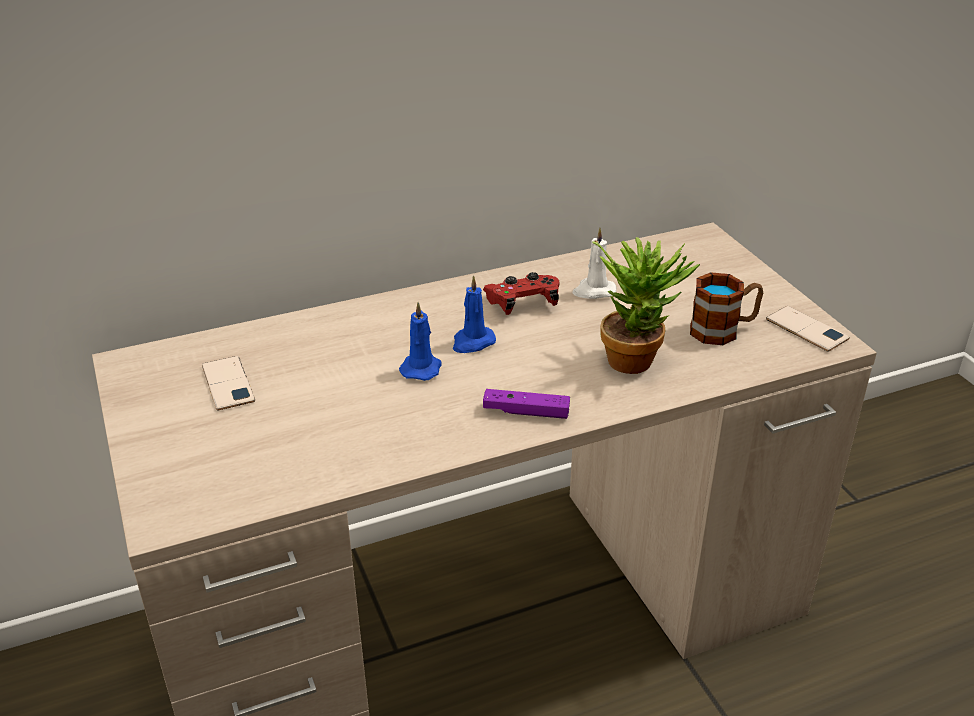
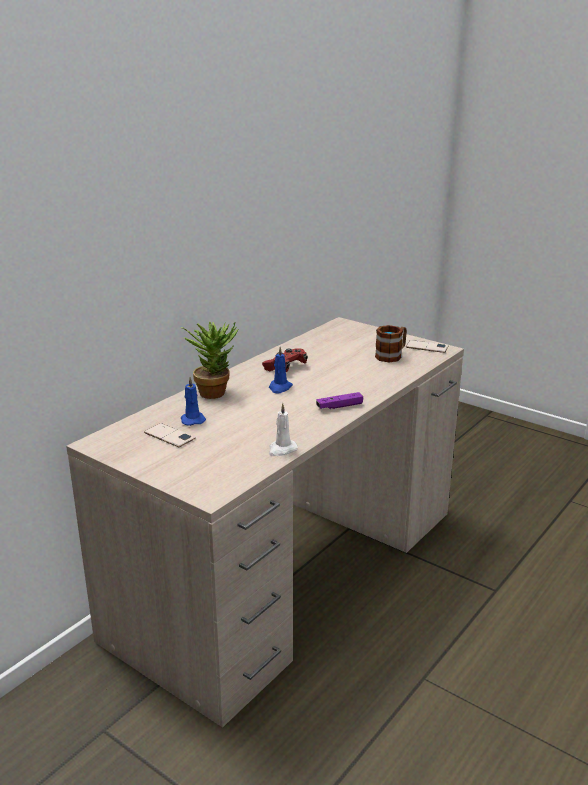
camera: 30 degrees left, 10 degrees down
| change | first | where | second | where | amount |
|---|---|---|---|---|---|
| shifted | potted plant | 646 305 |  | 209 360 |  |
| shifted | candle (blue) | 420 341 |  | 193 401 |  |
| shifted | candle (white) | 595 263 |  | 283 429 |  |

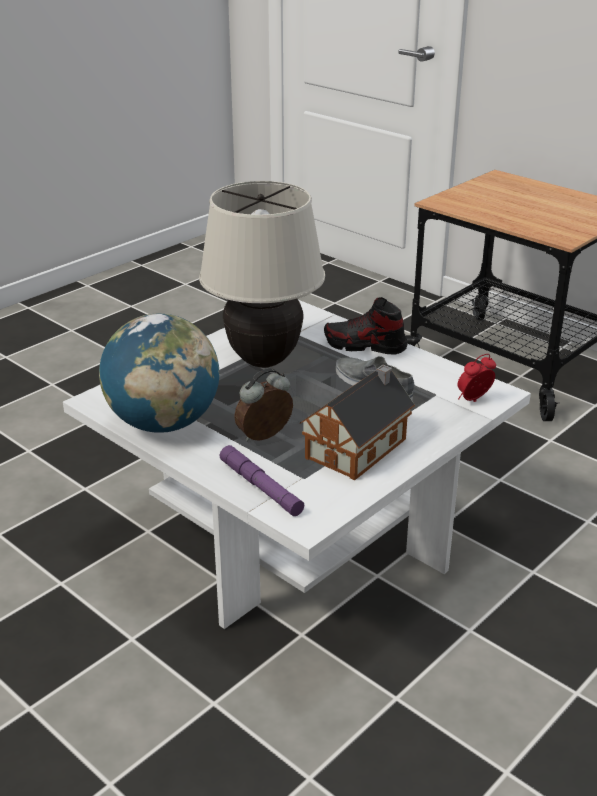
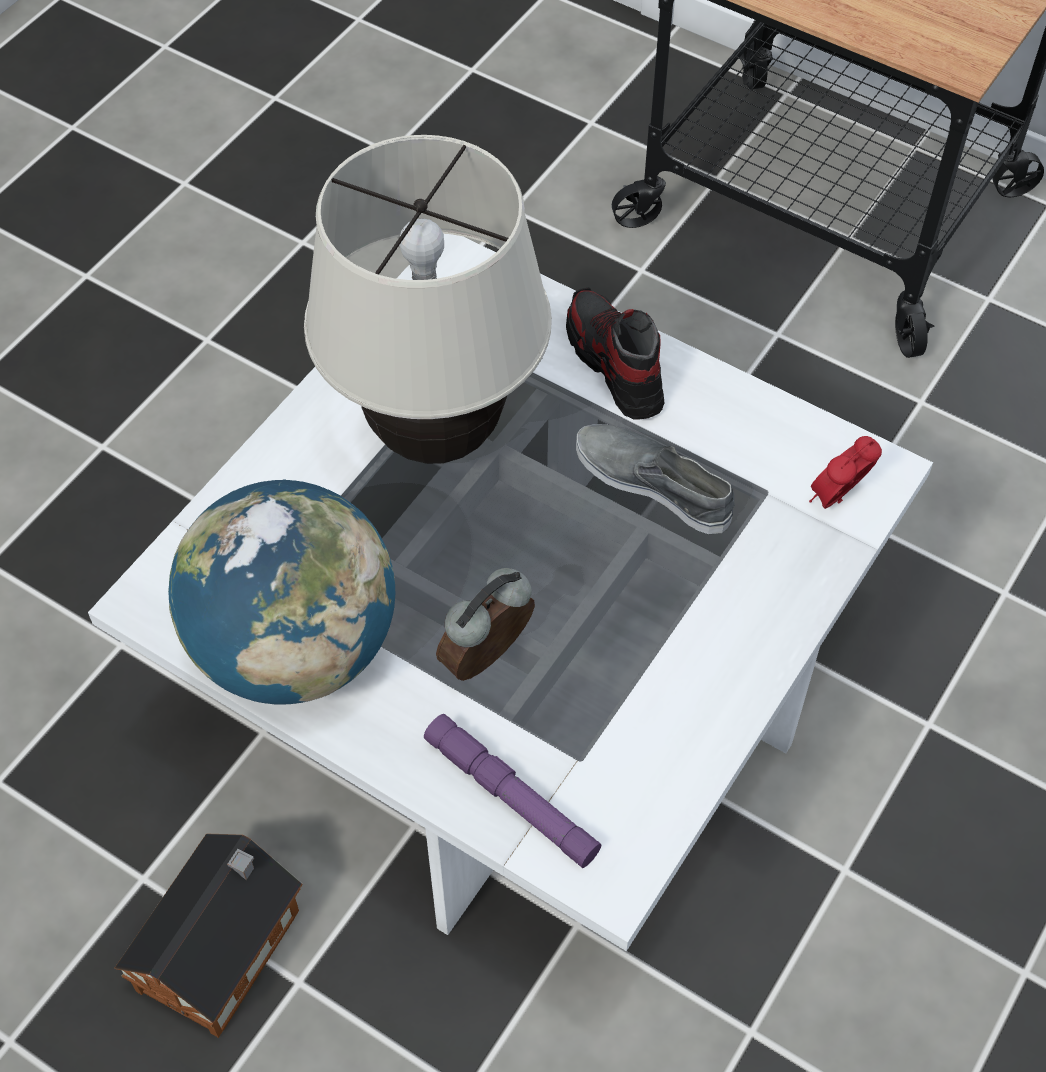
camera: 10 degrees left, 25 degrees up
| change | first | where | second | where | amount |
|---|---|---|---|---|---|
| shifted | toy house | 357 422 |  | 209 935 |  |
| rotated | shoe | 365 326 |  | 615 353 | 60 degrees clockwise |

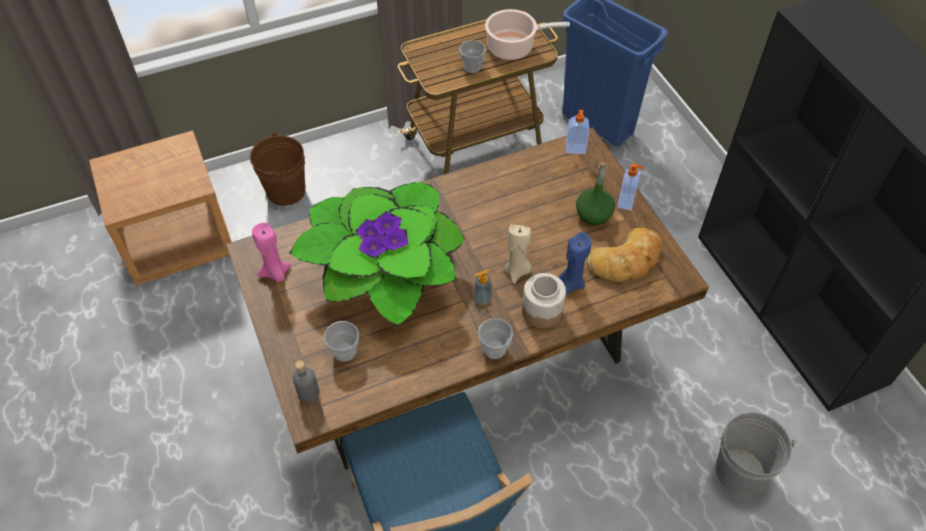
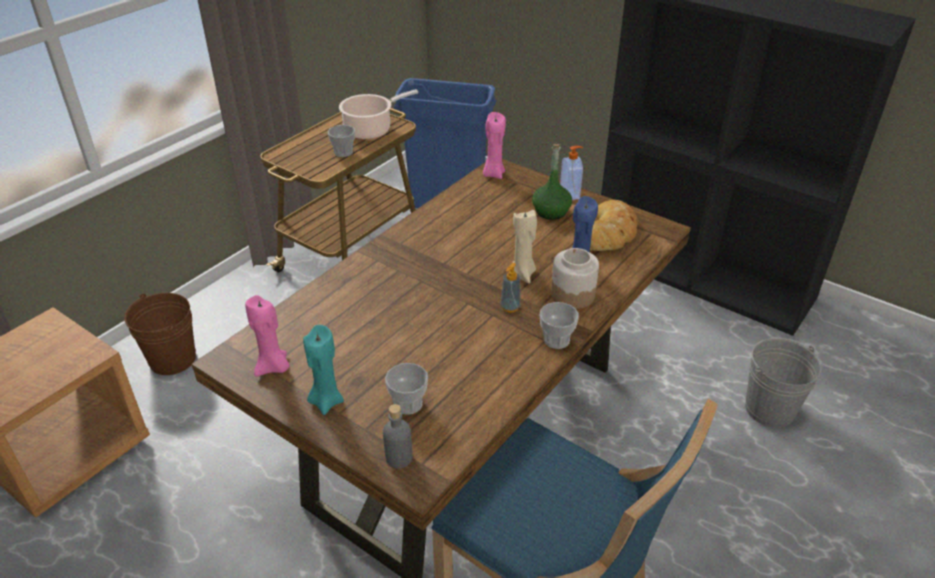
camera: 30 degrees left, 15 degrees down
| change | first | where | second | where | amount |
|---|---|---|---|---|---|
| new |  |  | candle (turquoise) | 323 370 |  |
| swapped | soap dispenser | 577 132 | candle (pink) | 494 145 |  |
| gone | potted plant | 377 254 |  |  |  |

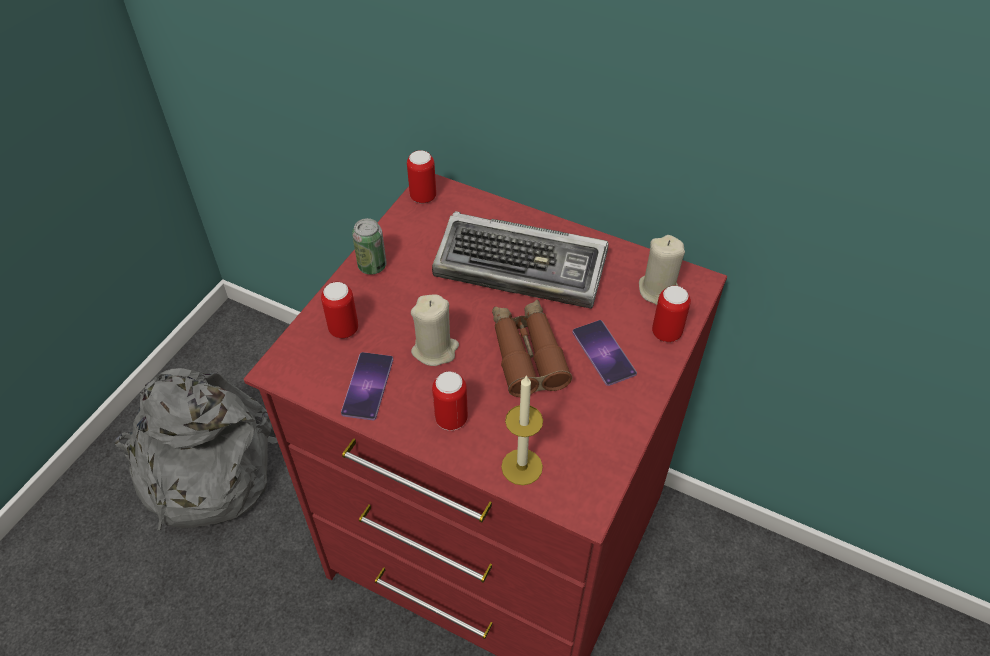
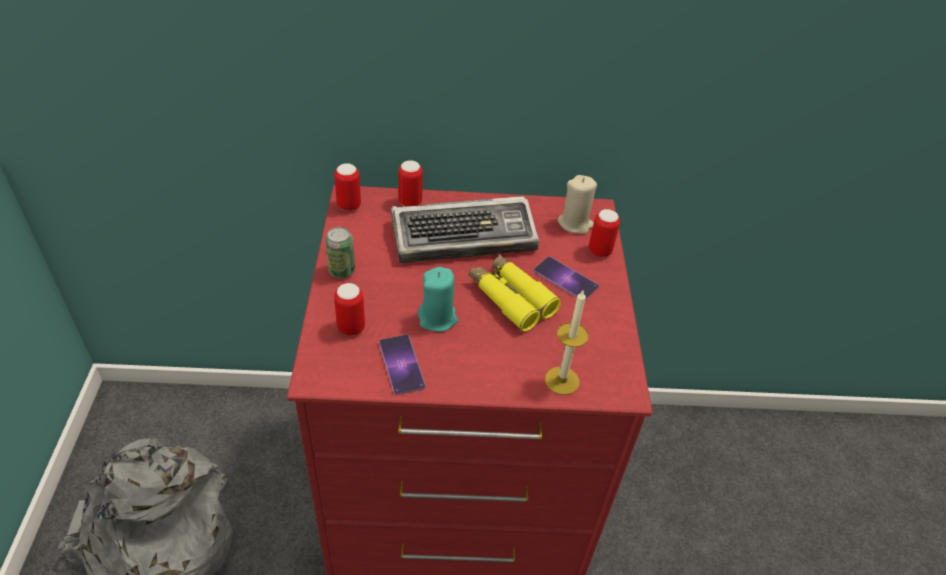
camera: 30 degrees left, 5 degrees down
| change | first | where | second | where | amount |
|---|---|---|---|---|---|
| shifted | can | 450 401 |  | 410 183 |  |
| repainted | candle (beige) | 435 330 | candle (turquoise) | 438 299 |  |
| repainted | binoculars (brown) | 532 348 | binoculars (yellow) | 515 293 |  |

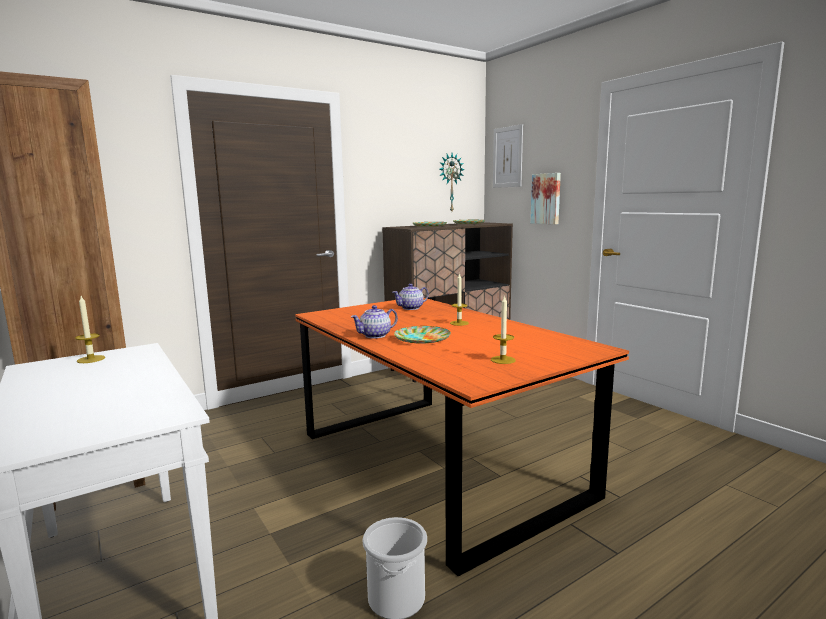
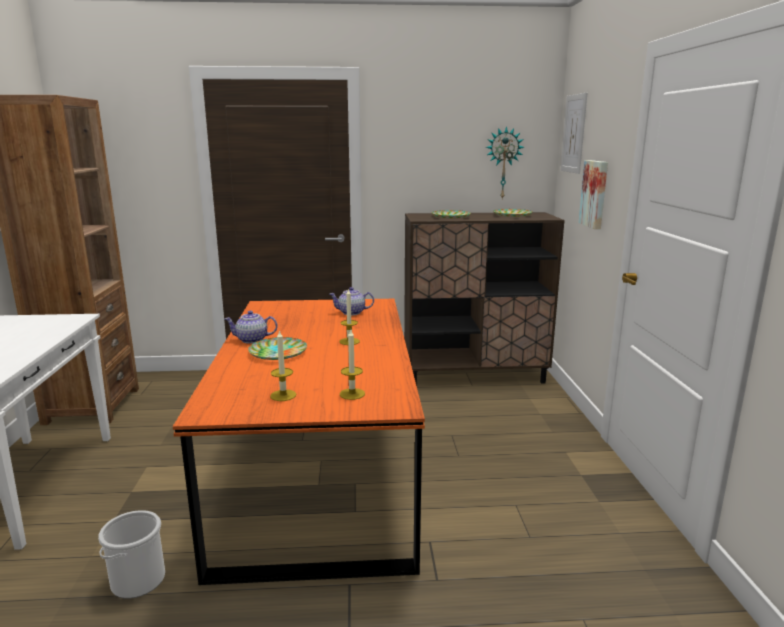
camera: 30 degrees right, 5 degrees up
| change | first | where | second | where | amount |
|---|---|---|---|---|---|
| shifted | candle | 90 329 |  | 352 365 |  |

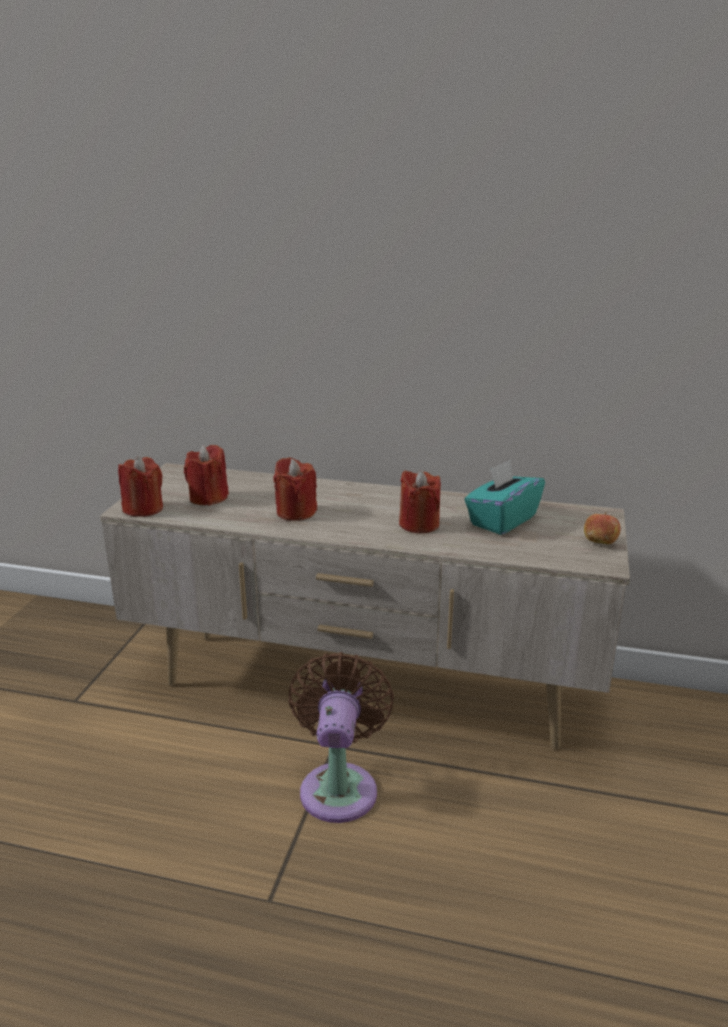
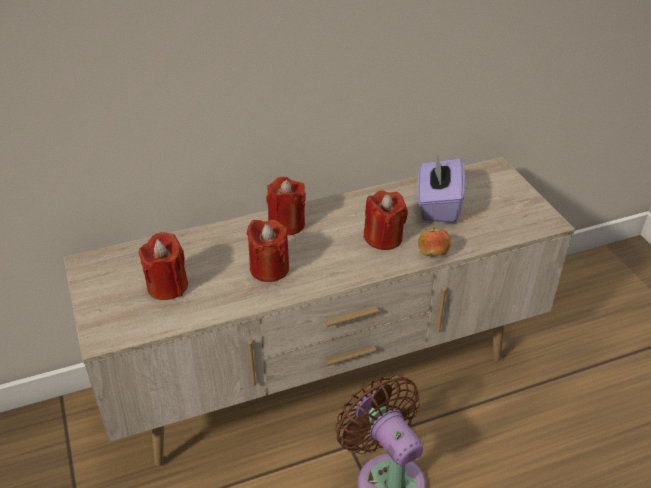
camera: 35 degrees left, 15 degrees up
| change | first | where | second | where | amount |
|---|---|---|---|---|---|
| shifted | candle (red) | 140 486 |  | 286 206 |  |
| repainted | tissue box (turquoise) | 504 497 | tissue box (purple) | 441 188 |  |
| shifted | apple | 602 528 |  | 434 241 |  |

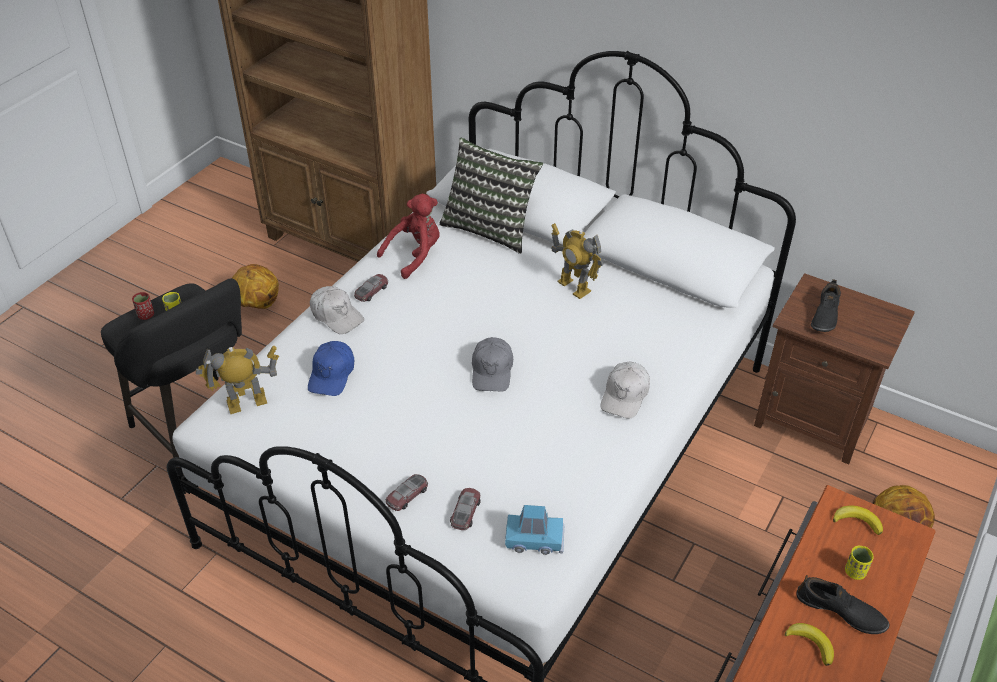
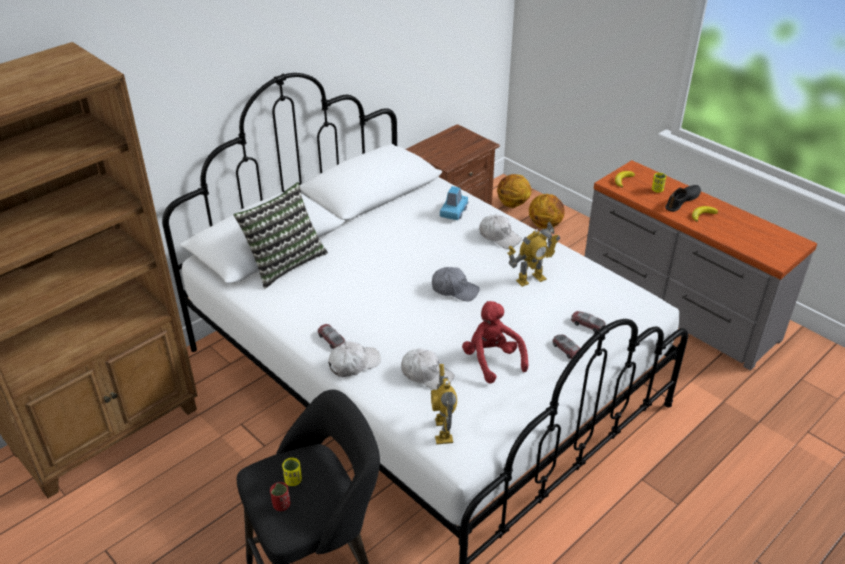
camera: 75 degrees left, 5 degrees down
| change | first | where | second | where | amount |
|---|---|---|---|---|---|
| repainted | cap (blue) | 331 368 | cap (white) | 427 369 |  |
| shifted | toy car (blue) | 534 530 |  | 454 203 |  |
| shifted | plush toy (red) | 408 236 |  | 495 342 |  |
| shifted | basketball | 255 286 |  | 514 191 |  |
| shifted | toy robot | 577 261 |  | 533 254 |  |
| gone | shoe (black) | 826 305 |  |  |  |

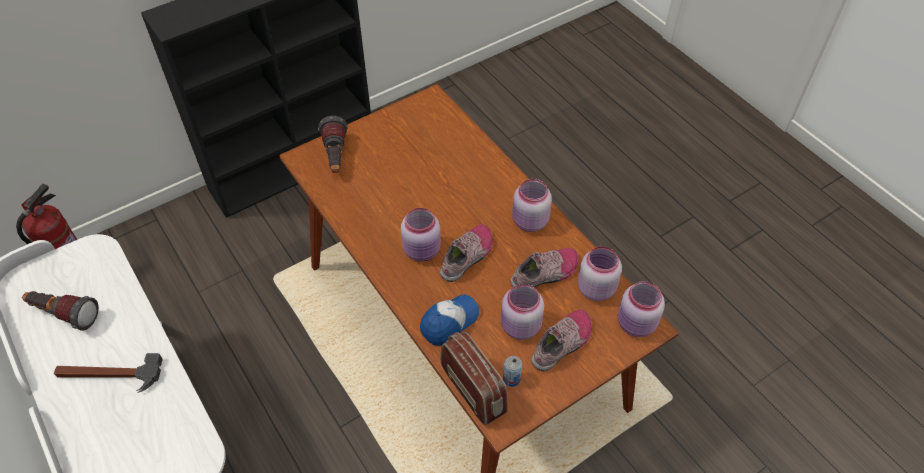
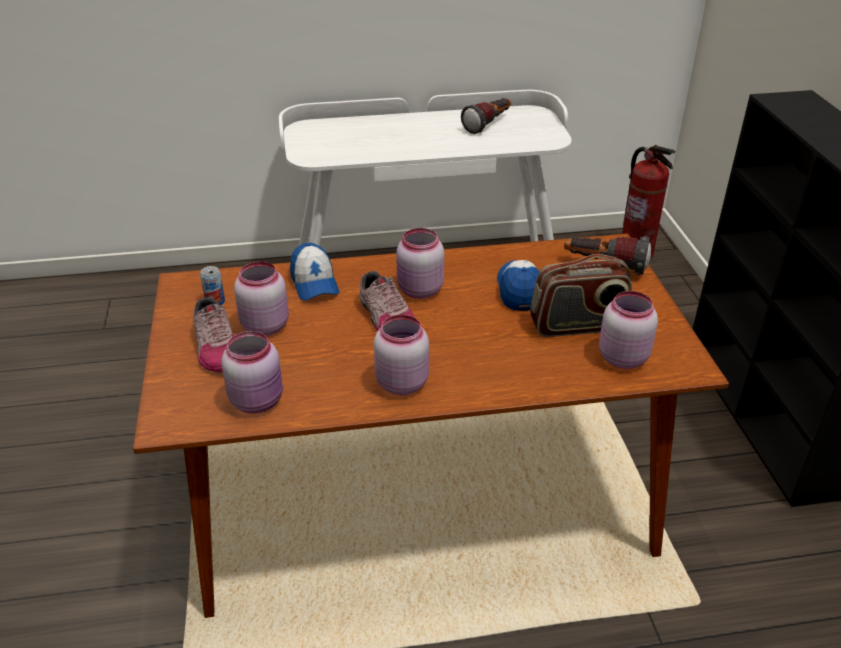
camera: 115 degrees right, 15 degrees down
| change | first | where | second | where | amount |
|---|---|---|---|---|---|
| new |  |  | cap | 518 285 |  |
| shifted | radio | 474 379 |  | 581 295 |  |
| shifted | jar (pink) | 641 309 |  | 628 330 |  |
| gone | hammer | 108 373 |  |  |  |
| gone | shoe | 544 268 |  |  |  |

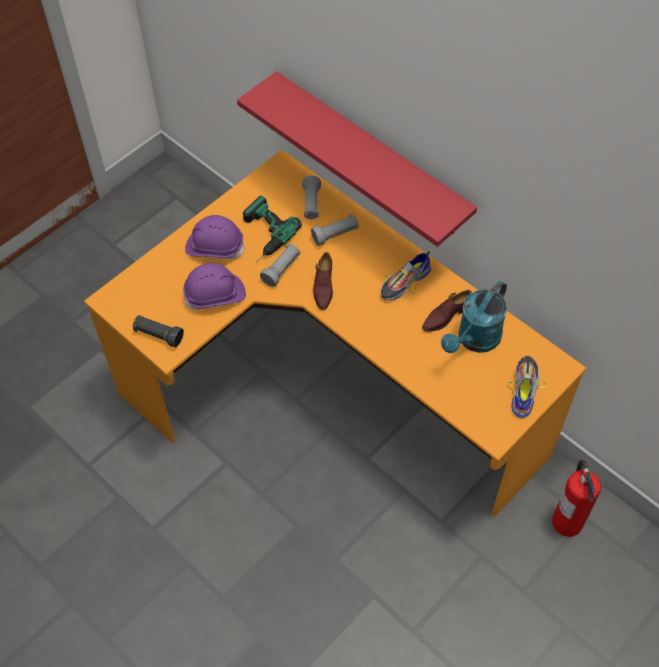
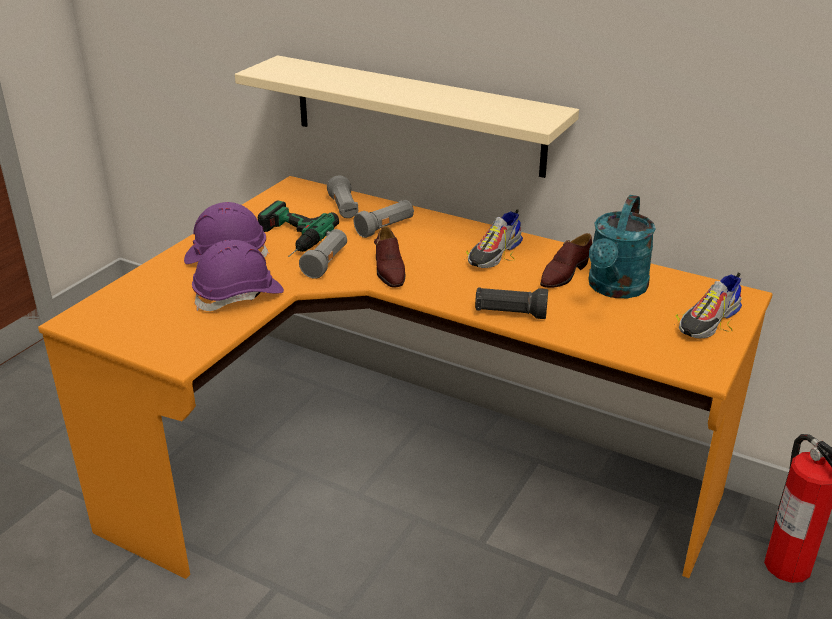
camera: 15 degrees left, 25 degrees down
| change | first | where | second | where | amount |
|---|---|---|---|---|---|
| repainted | shelf (red) | 357 159 | shelf (beige) | 407 116 |  |
| shifted | flashlight (black) | 158 331 |  | 511 303 |  |
| rotated | shoe | 526 387 |  | 709 306 | 135 degrees counterclockwise |

